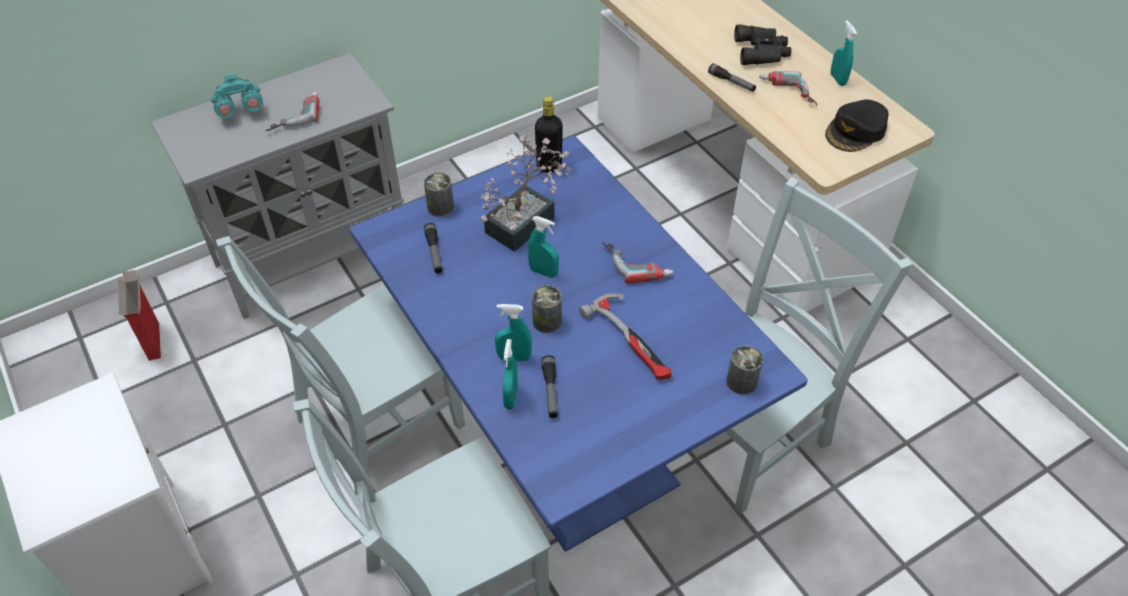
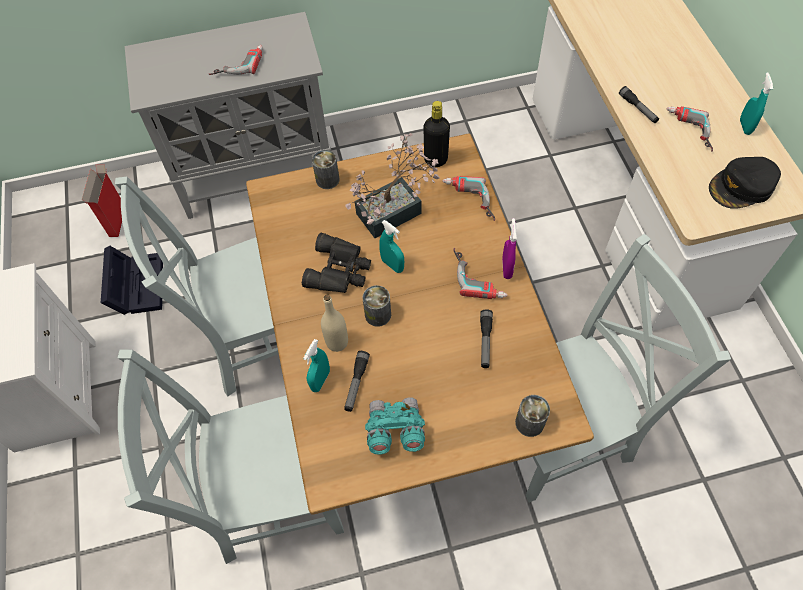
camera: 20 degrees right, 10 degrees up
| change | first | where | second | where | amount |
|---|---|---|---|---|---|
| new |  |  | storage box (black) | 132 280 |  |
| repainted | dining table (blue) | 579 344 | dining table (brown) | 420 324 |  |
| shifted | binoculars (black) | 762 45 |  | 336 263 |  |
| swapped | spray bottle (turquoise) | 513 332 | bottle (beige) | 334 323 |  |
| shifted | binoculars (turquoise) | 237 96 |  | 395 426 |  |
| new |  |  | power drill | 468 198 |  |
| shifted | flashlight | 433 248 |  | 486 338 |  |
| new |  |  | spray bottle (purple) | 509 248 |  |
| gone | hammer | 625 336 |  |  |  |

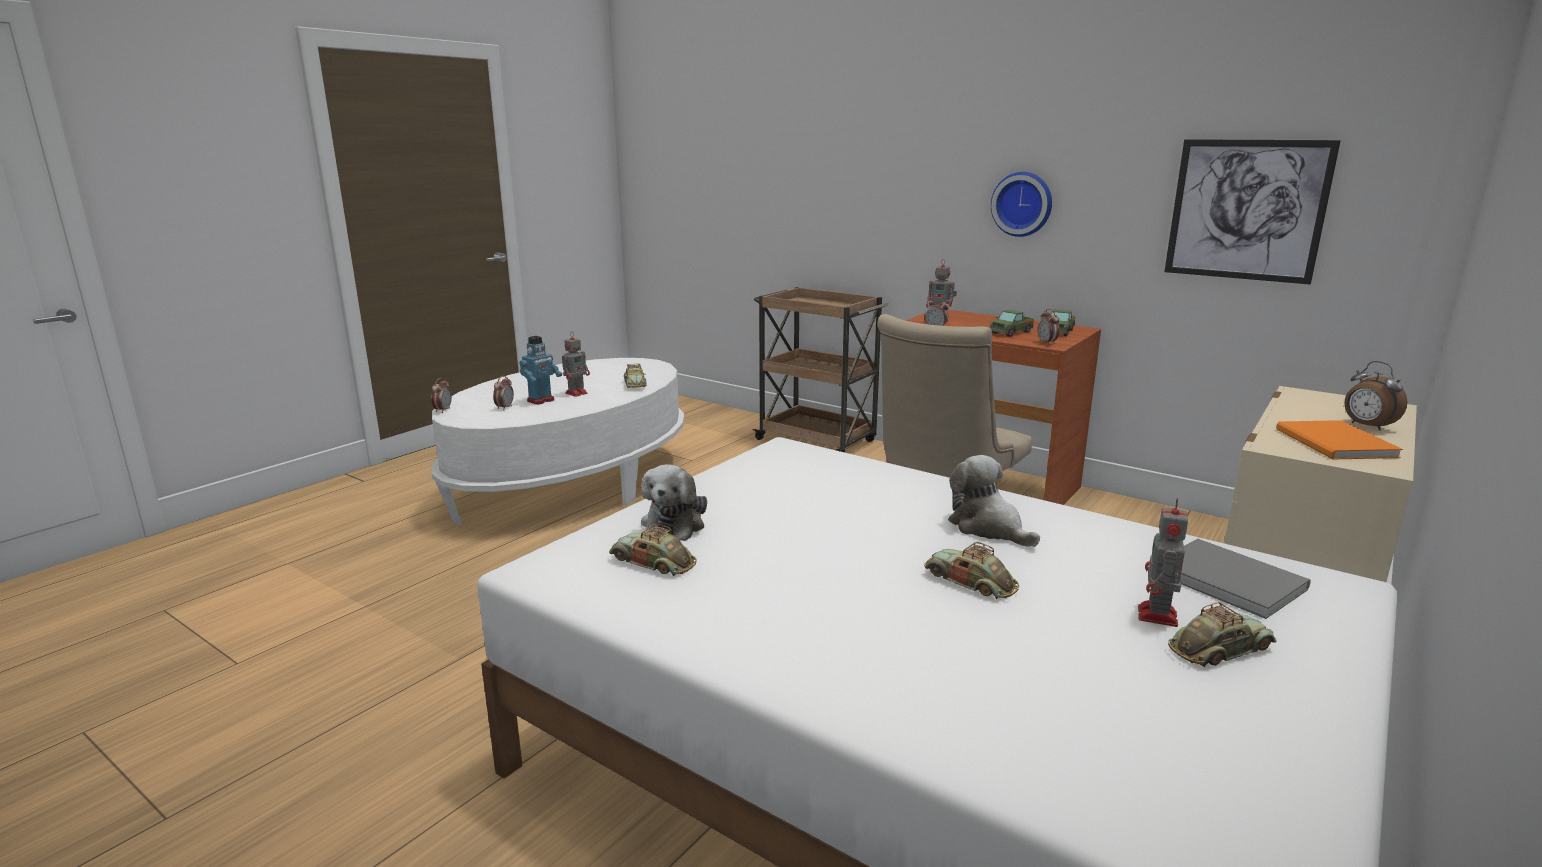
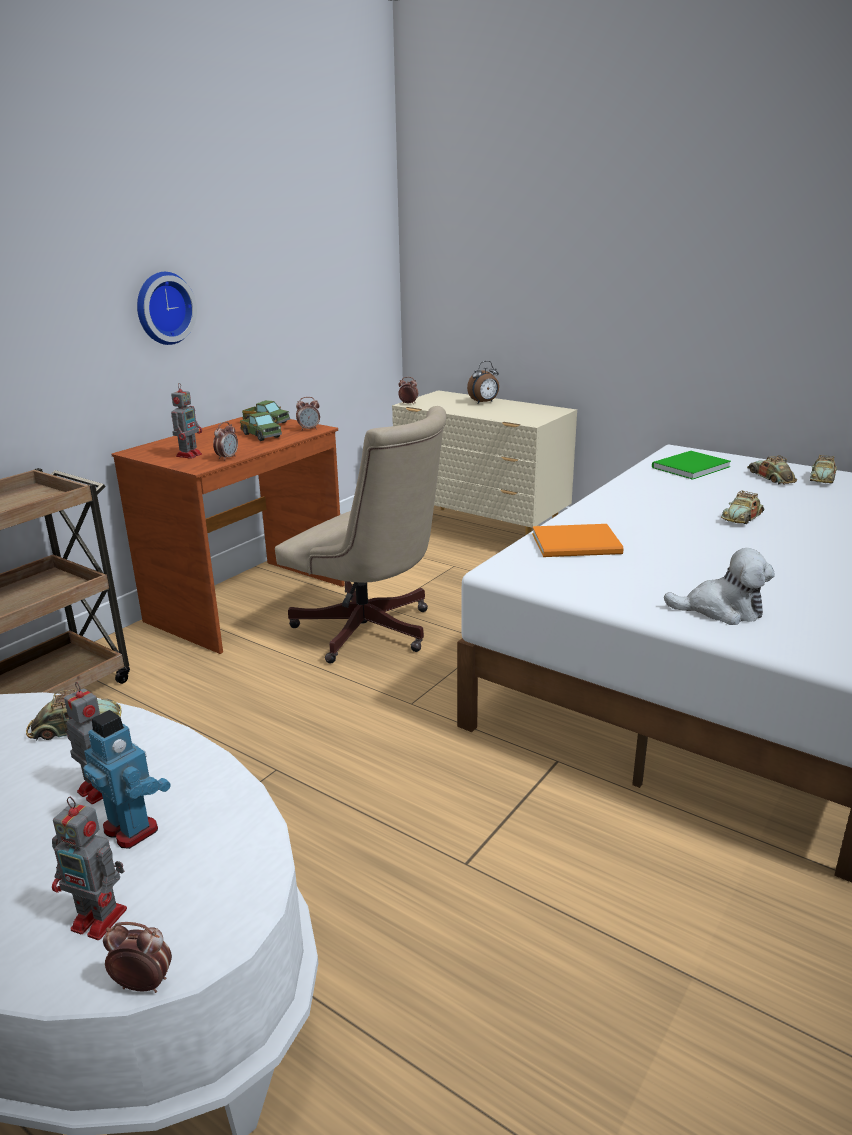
camera: 90 degrees left, 5 degrees up
| change | first | where | second | where | amount |
|---|---|---|---|---|---|
| shifted | toy robot | 1163 562 |  | 89 868 |  |
| shifted | alarm clock | 503 392 |  | 408 390 |  |
| shifted | book (orange) | 1339 440 |  | 577 540 |  |
| repainted | book (grey) | 1245 579 | book (green) | 691 465 |  |
| shifted | toy car | 653 550 |  | 823 469 |  |
| gone | plush toy | 994 501 |  |  |  |
| gone | picture | 1252 211 |  |  |  |

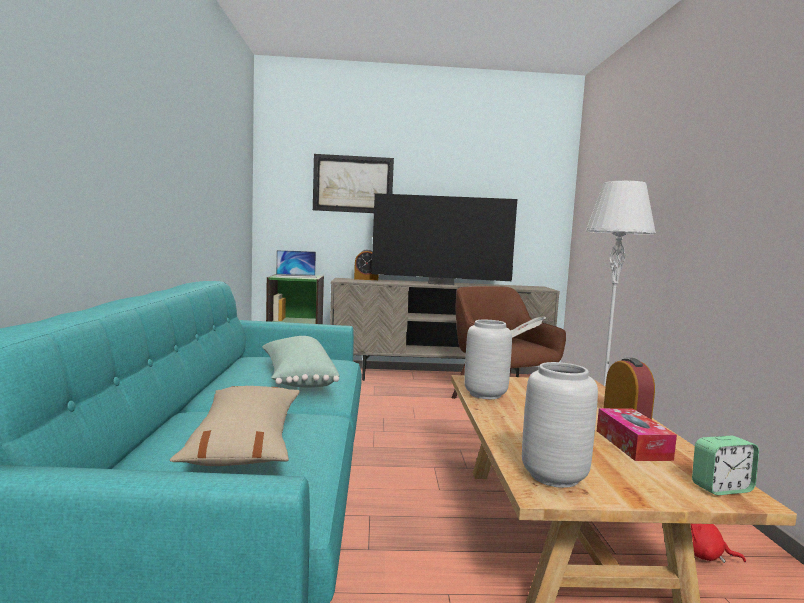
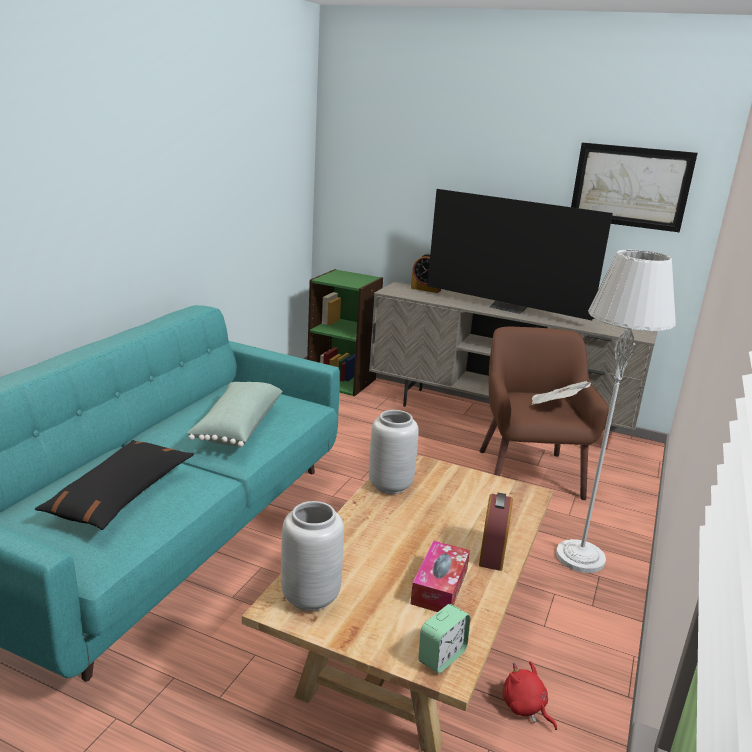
camera: 25 degrees right, 15 degrees up
| change | first | where | second | where | amount |
|---|---|---|---|---|---|
| repainted | pillow (beige) | 234 426 | pillow (black) | 114 485 |  |
| rotated | alarm clock | 725 465 |  | 444 638 | 60 degrees counterclockwise |
| shifted | picture | 353 183 |  | 634 187 |  |
| gone | laptop | 296 264 |  |  |  |

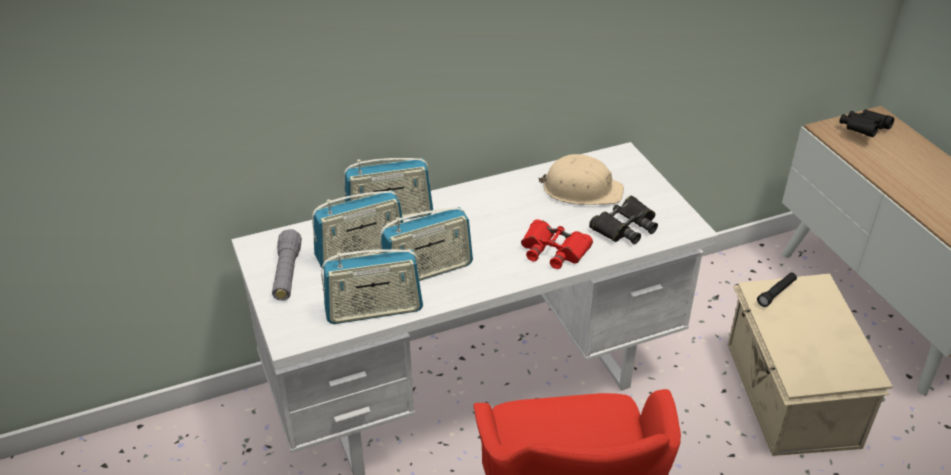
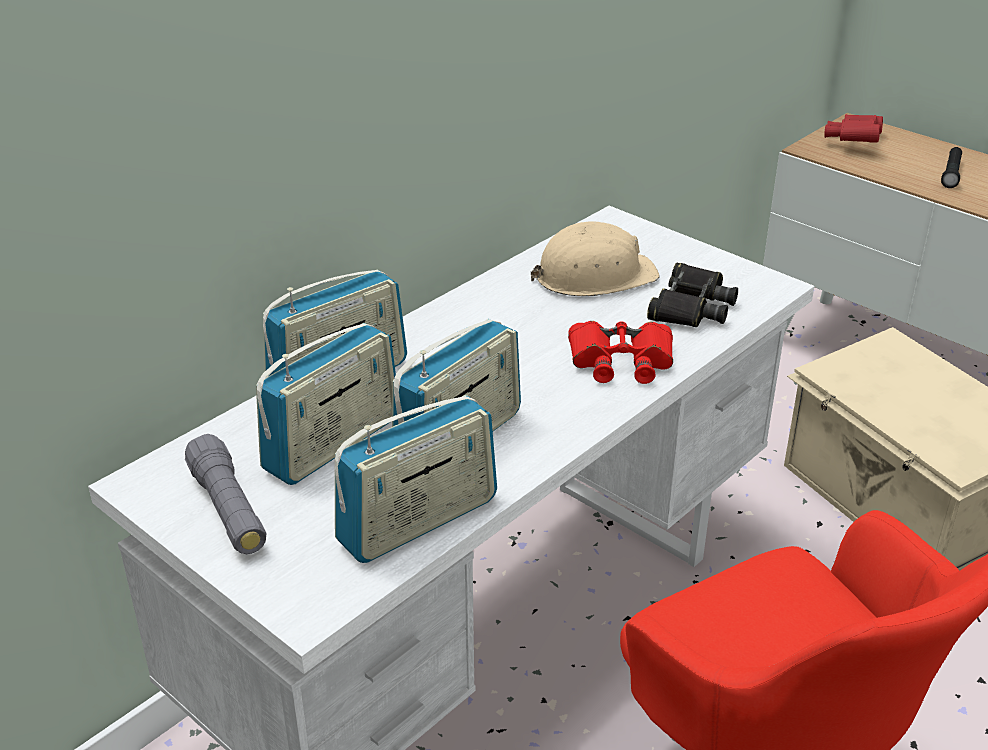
camera: 25 degrees left, 5 degrees down
| change | first | where | second | where | amount |
|---|---|---|---|---|---|
| repainted | binoculars (black) | 866 123 | binoculars (red) | 853 128 |  |
| shifted | flashlight (black) | 777 289 |  | 951 167 |  |

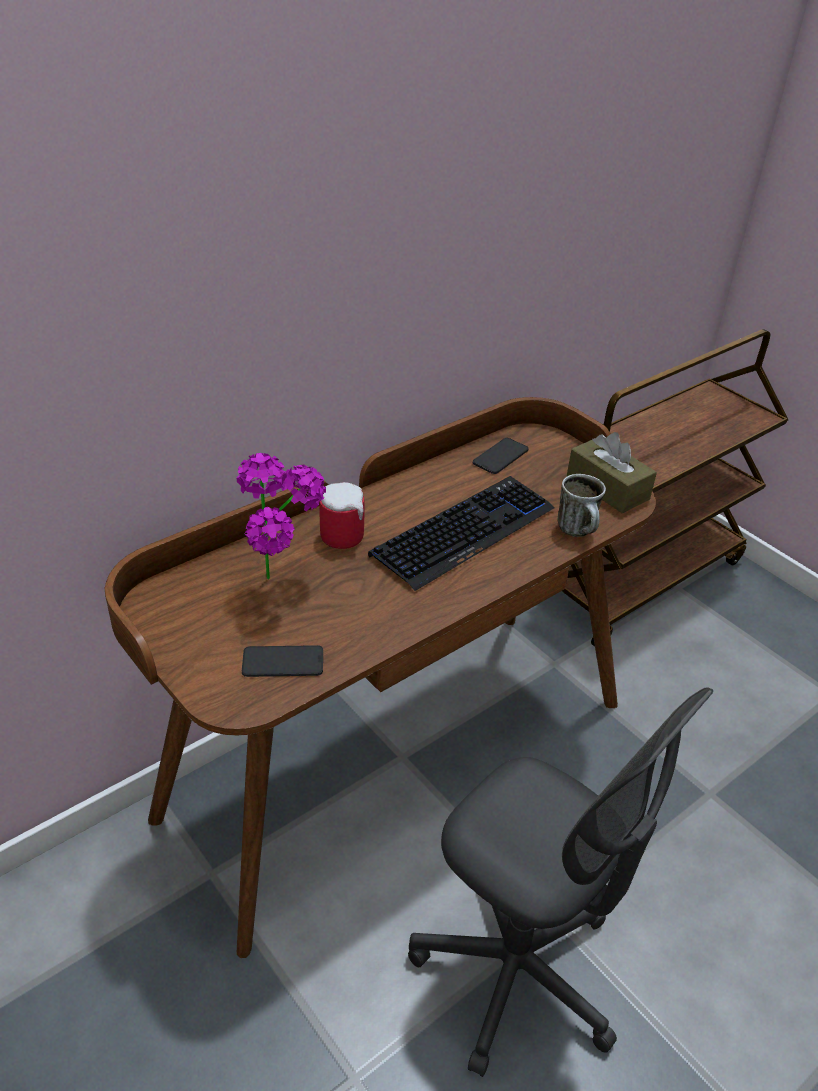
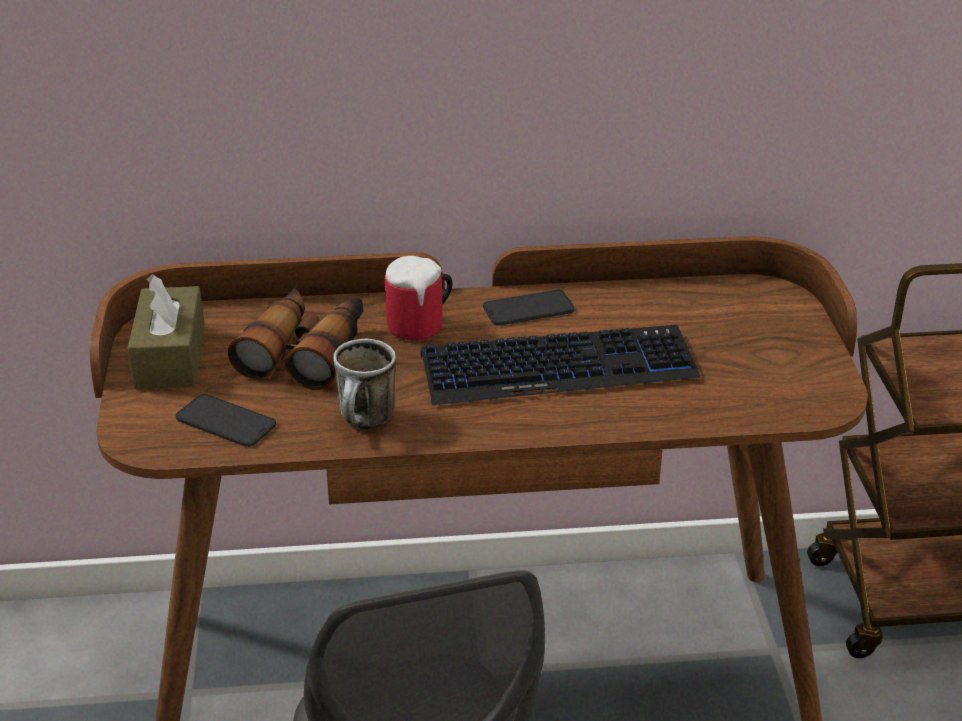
camera: 35 degrees right, 5 degrees down
| change | first | where | second | where | amount |
|---|---|---|---|---|---|
| shifted | tissue box (brown) | 612 472 |  | 166 331 |  |
| swapped | potted plant | 281 516 | binoculars | 296 339 |  |
| shifted | mug | 581 505 |  | 364 384 |  |
| shifted | phone | 501 456 |  | 529 308 |  |

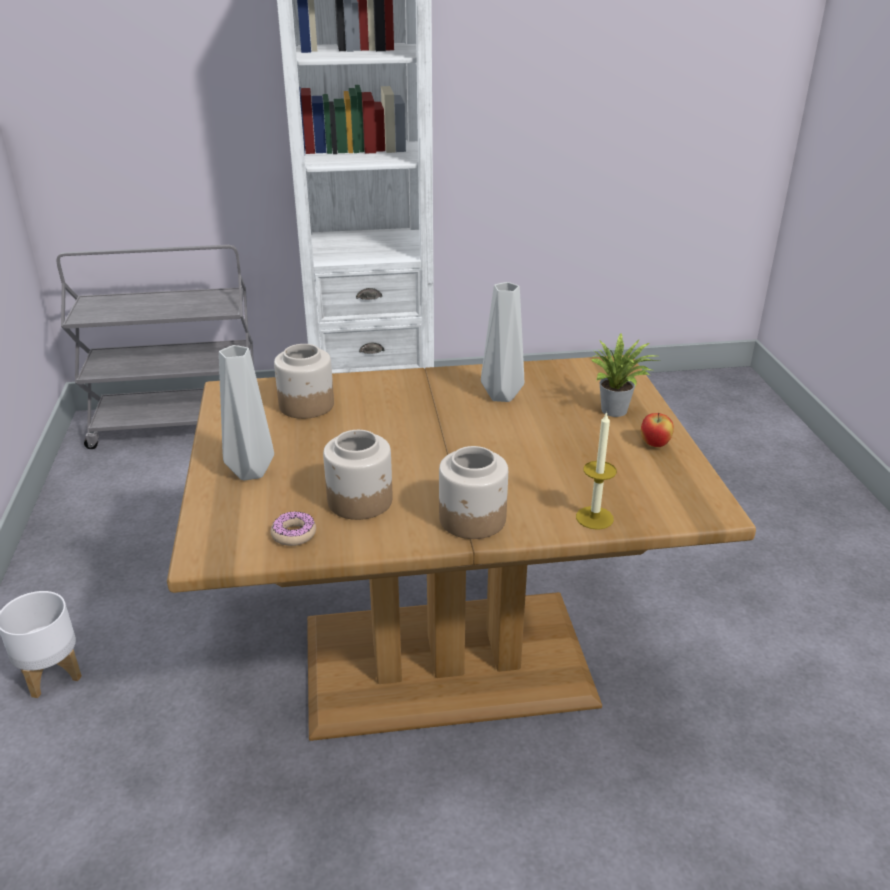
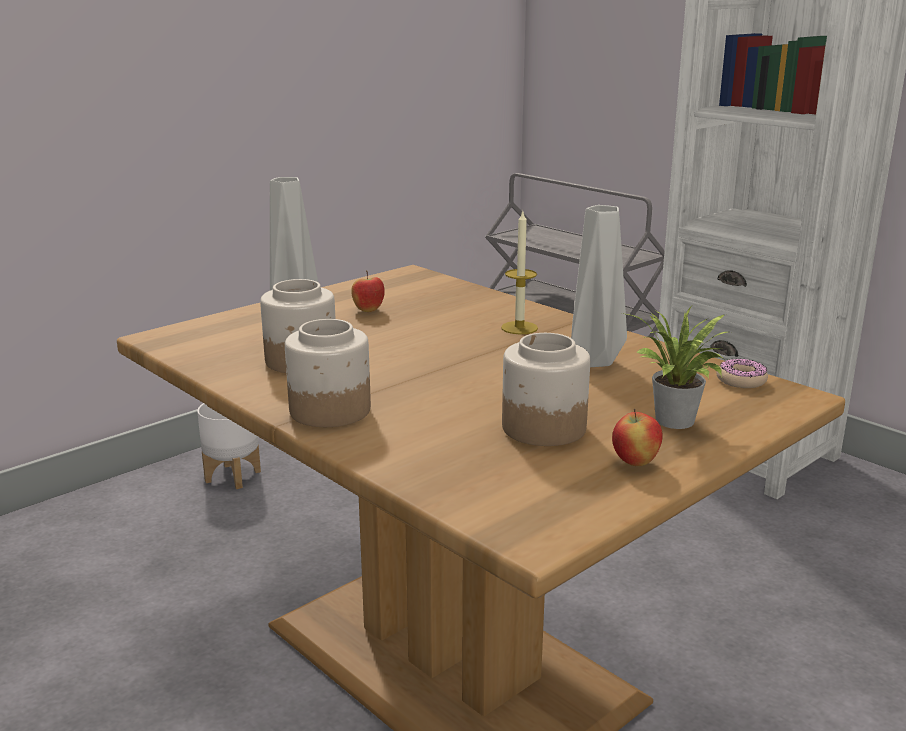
camera: 55 degrees right, 10 degrees down
| change | first | where | second | where | amount |
|---|---|---|---|---|---|
| new |  |  | apple | 368 291 |  |
| shifted | candle | 596 470 |  | 519 273 |  |
| shifted | jar | 304 381 |  | 546 389 |  |
| shifted | donut | 293 528 |  | 742 373 |  |

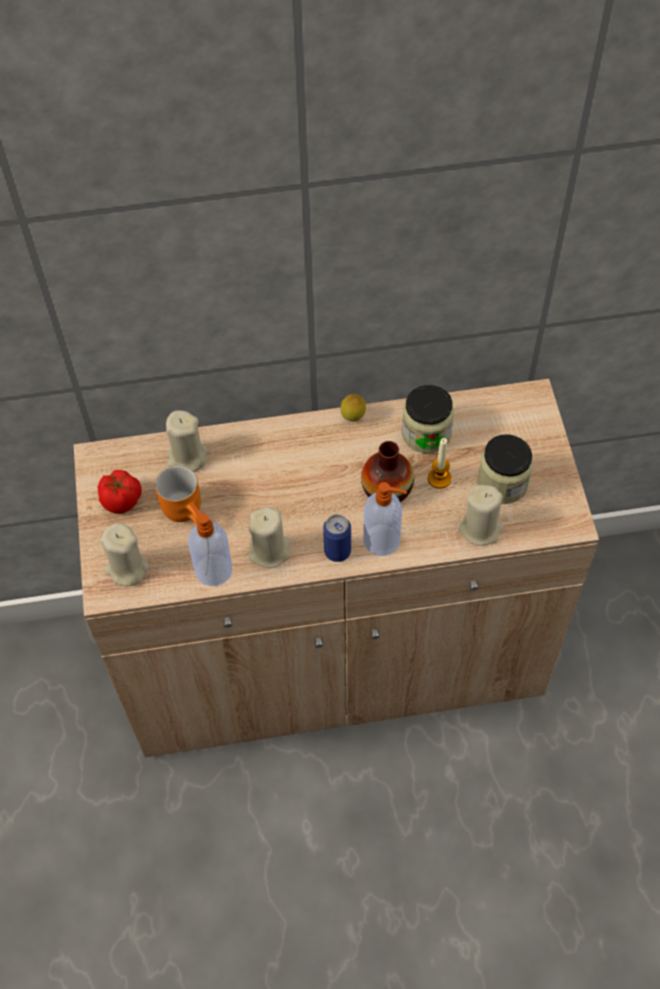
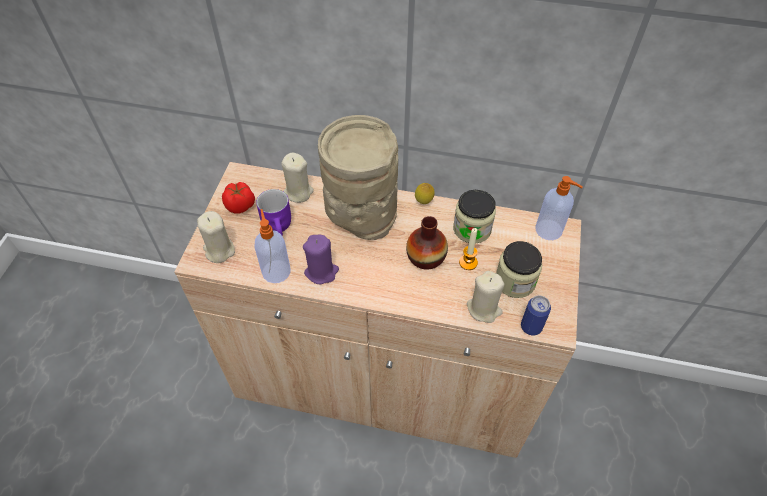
camera: 20 degrees right, 5 degrees down
| change | first | where | second | where | amount |
|---|---|---|---|---|---|
| repainted | mug (orange) | 178 495 | mug (purple) | 273 212 |  |
| repainted | candle (beige) | 270 537 | candle (purple) | 321 259 |  |
| new |  |  | vase (beige) | 358 177 |  |
| shifted | can | 337 538 |  | 536 315 |  |
| shifted | soap dispenser | 385 519 |  | 559 208 |  |

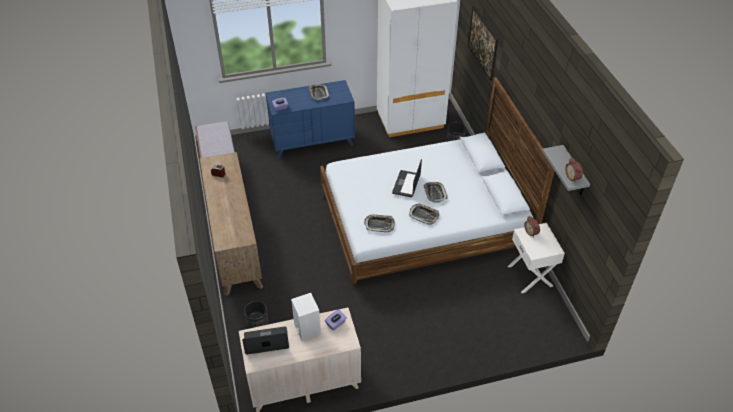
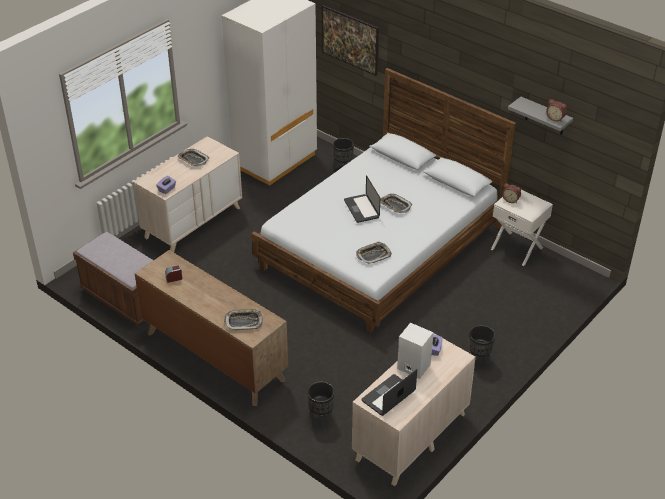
camera: 35 degrees left, 5 degrees down
| change | first | where | second | where | amount |
|---|---|---|---|---|---|
| repainted | dresser (blue) | 310 119 | dresser (beige) | 187 194 |  |
| shifted | tray | 424 214 |  | 243 319 |  |
| new |  |  | planter (black) | 482 345 |  |

